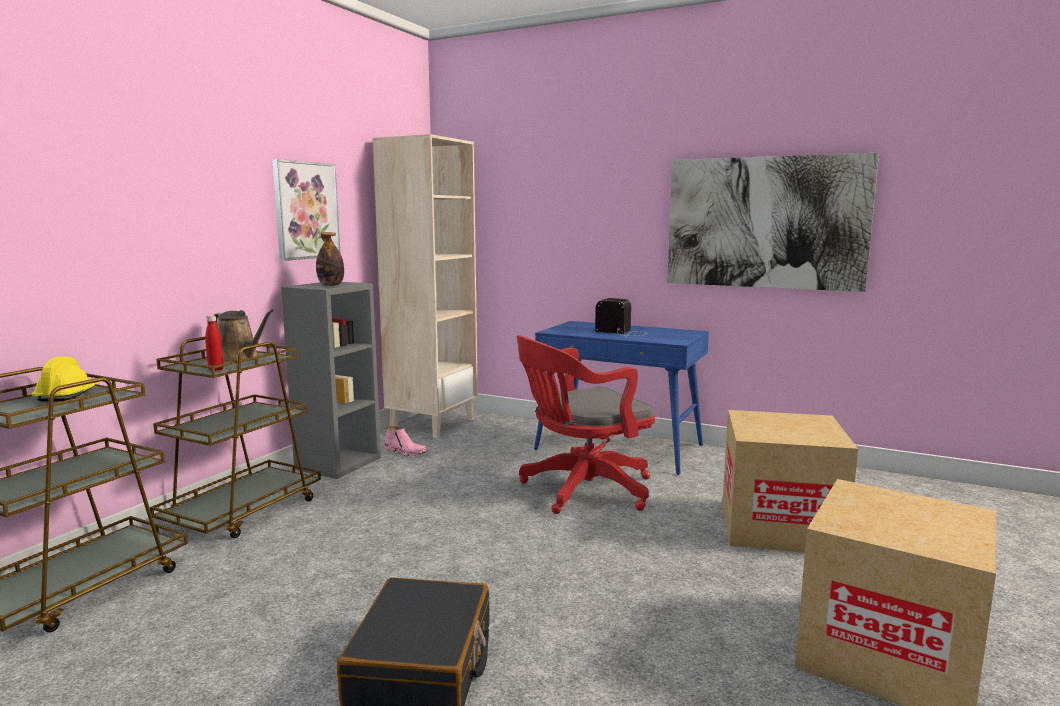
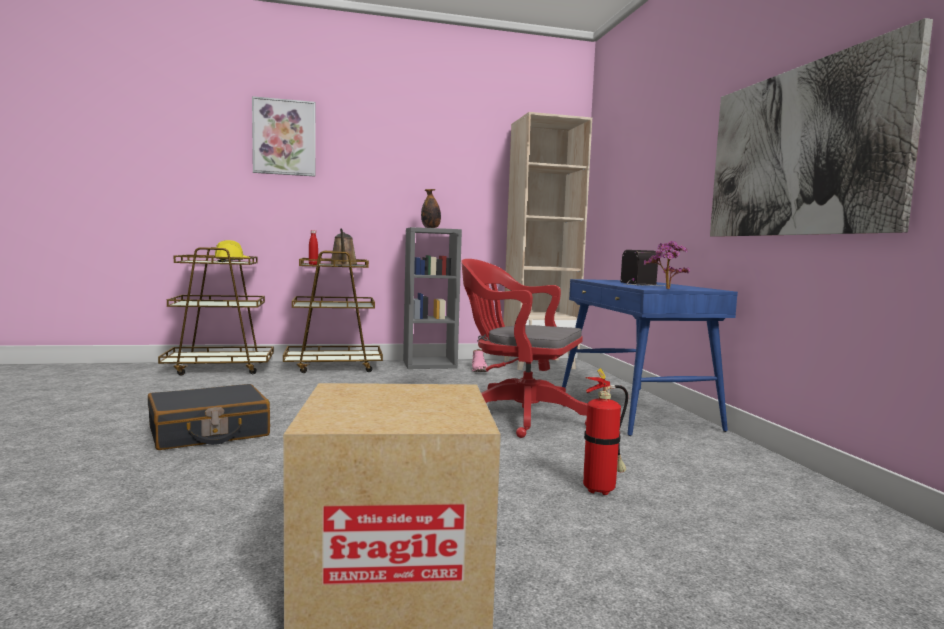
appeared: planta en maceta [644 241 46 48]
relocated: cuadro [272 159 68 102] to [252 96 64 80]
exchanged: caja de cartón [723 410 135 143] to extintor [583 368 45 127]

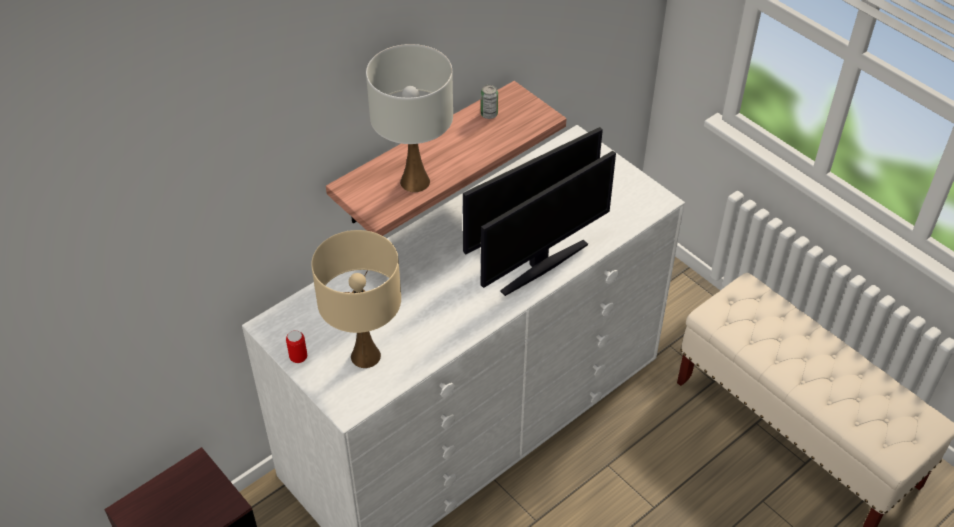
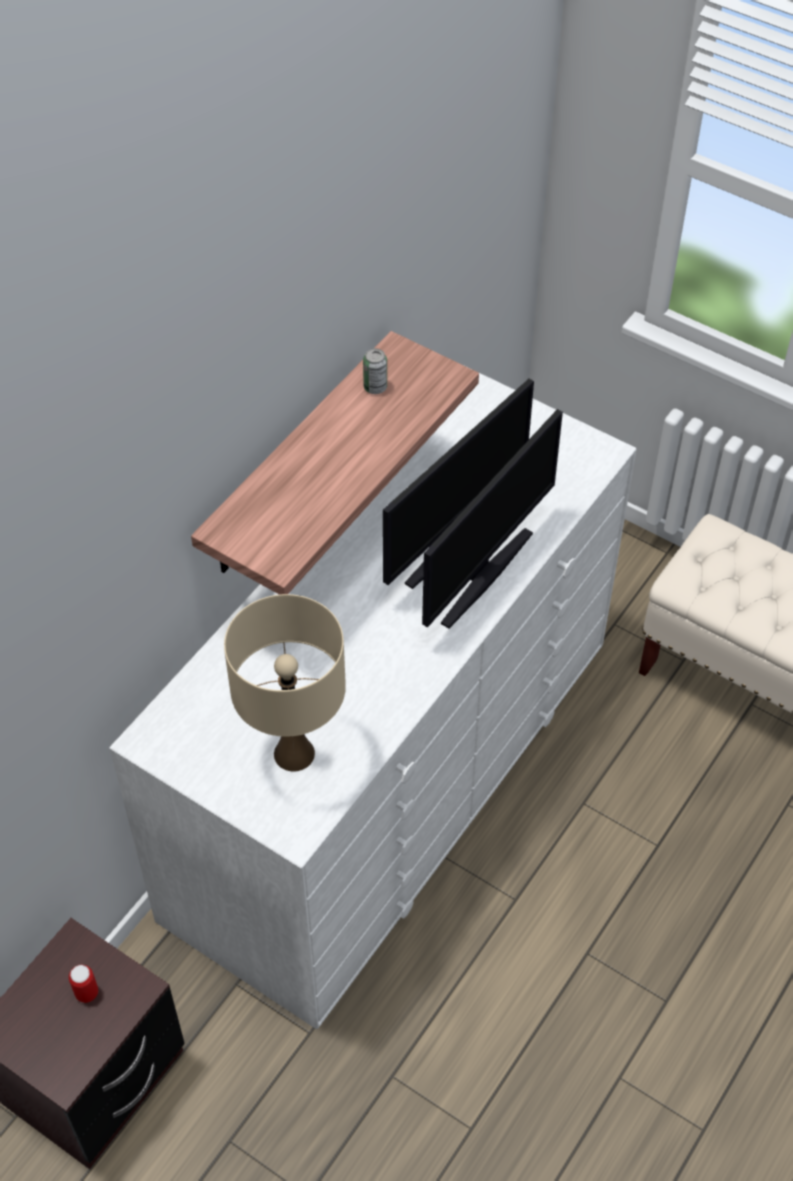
missing: lámpara de mesa (blanco) [366 44 87 148]
relocated: lata [286 330 21 33] to [69 965 29 38]

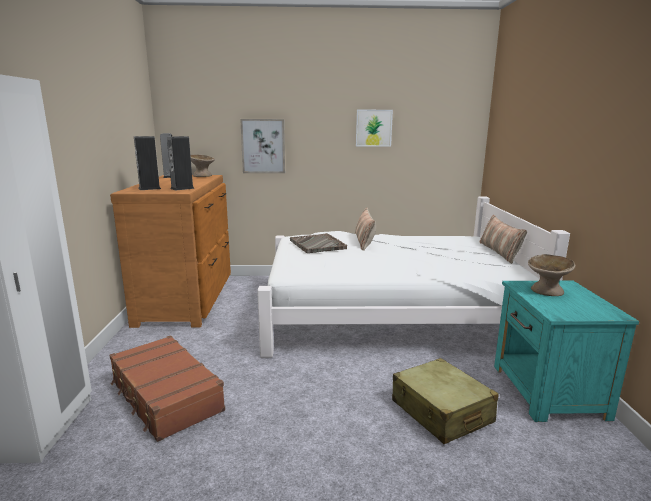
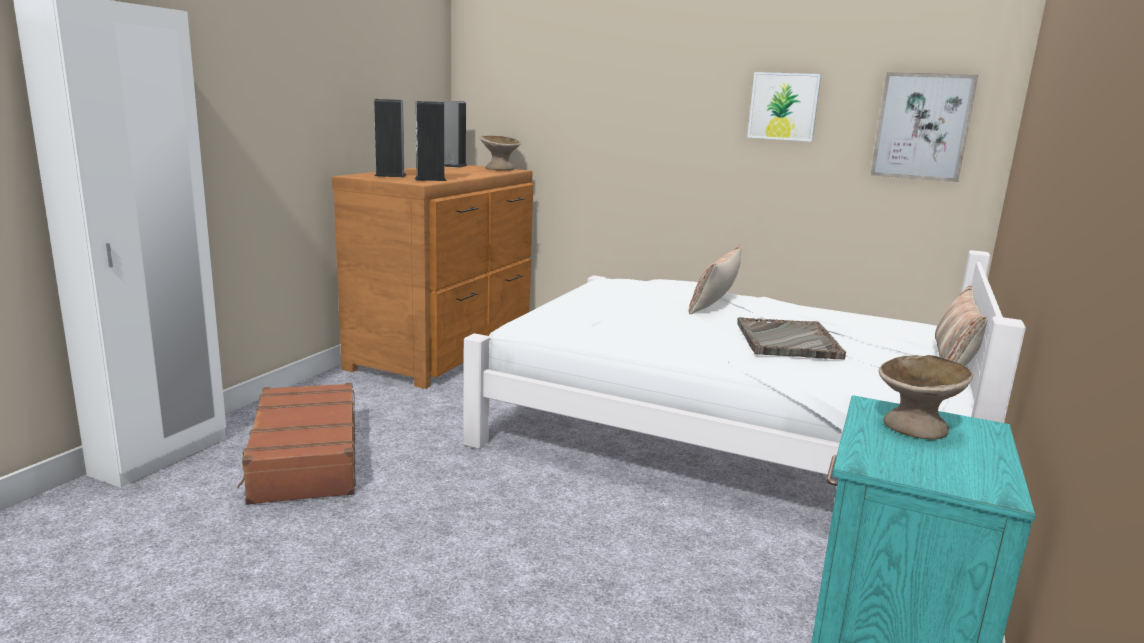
missing: maleta (beis) [392 358 106 86]
relocated: cuadro [240 119 45 54] to [871 72 107 110]; bandeja (gris) [290 233 57 20] to [737 317 109 43]

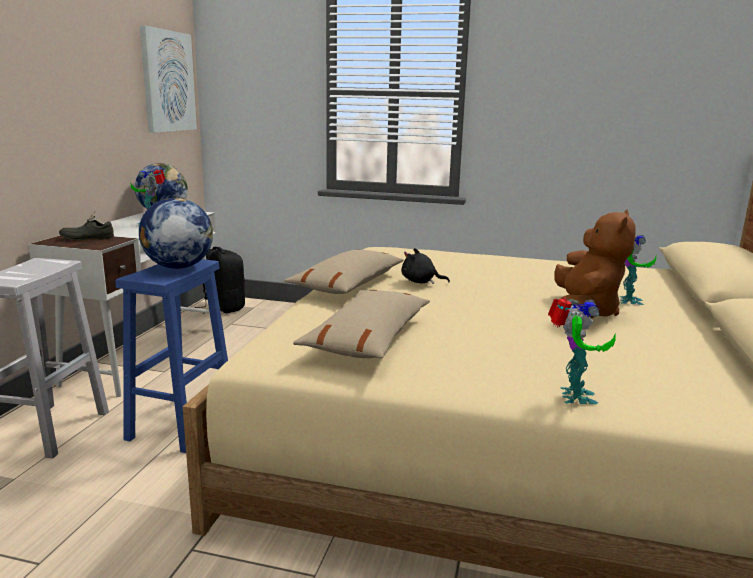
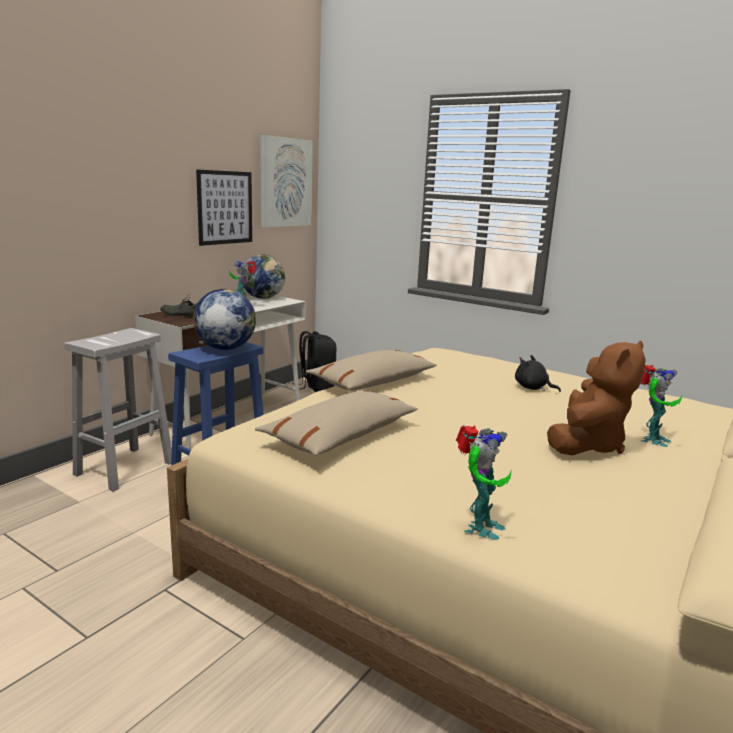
appeared: cuadro [196 170 56 76]
relocated: peluche (negro) [401 248 49 36] to [515 355 46 37]

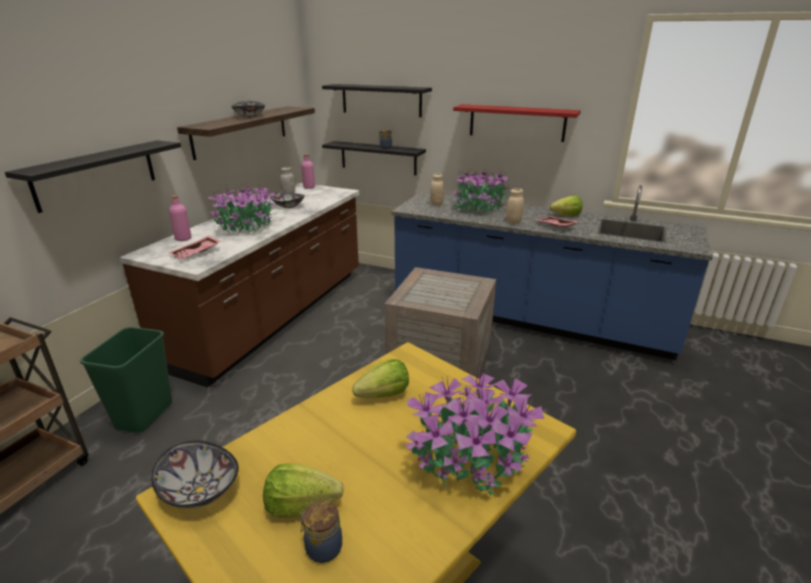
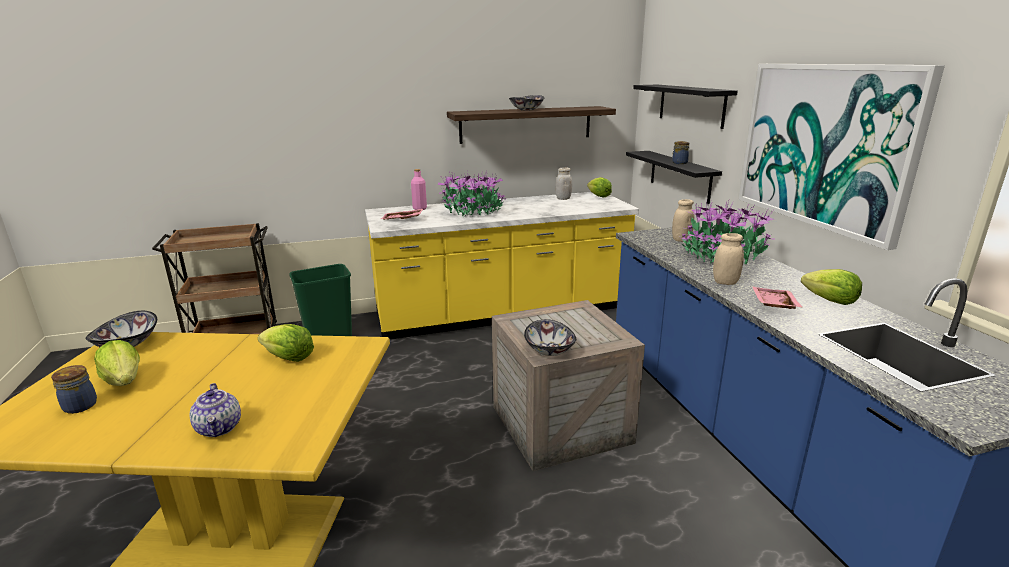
missing: estante (negro) [5 140 176 73]
relocated: cuenco [270 191 35 17] to [524 319 52 37]
exchanged: estante (rojo) [453 104 128 38] to cuadro [739 64 206 186]; botella (rosa) [301 154 14 35] to lechuga [587 177 25 20]; planta en maceta [405 370 139 125] to tetera [190 383 51 54]
colour: mueble bajo de cocina (marrón) [120 183 240 205] to mueble bajo de cocina (amarillo) [365 192 274 147]

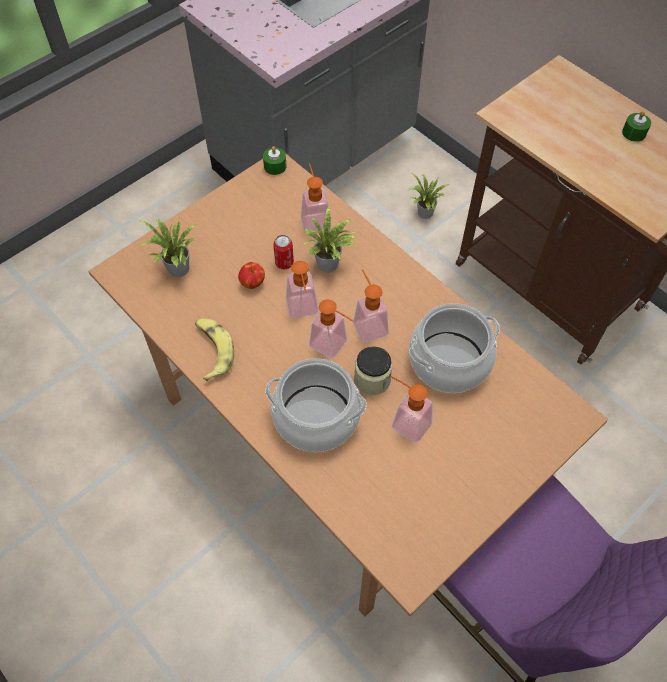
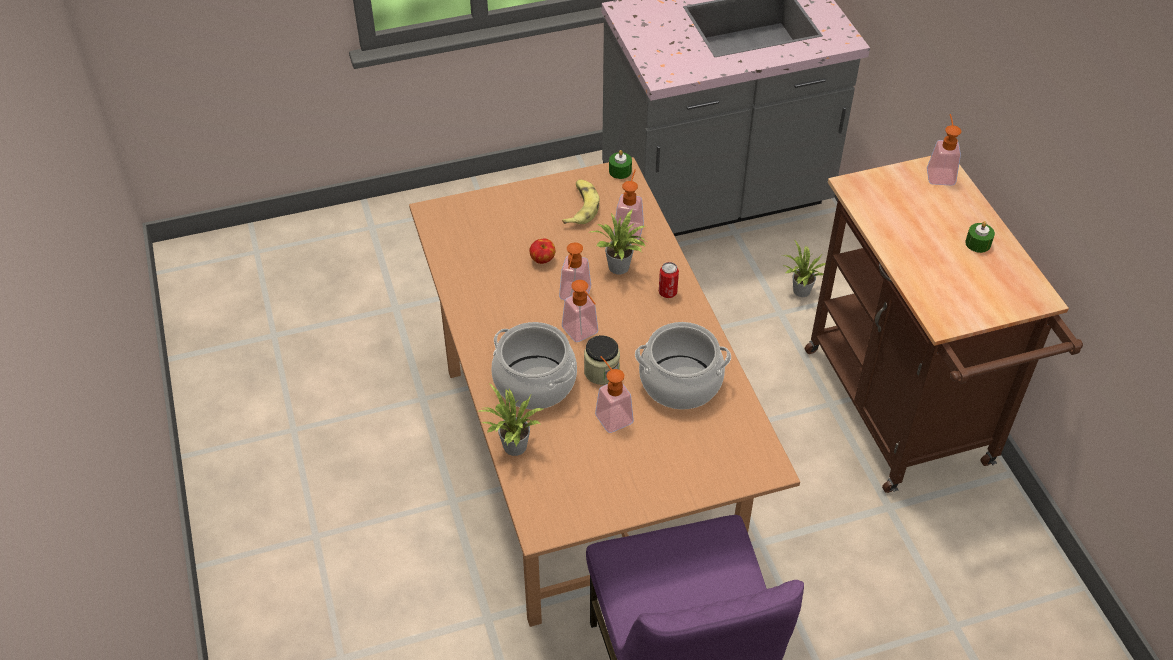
relocated: planta en maceta [139 217 57 60] to [479 383 64 73]; lata [273 235 21 34] to [659 262 20 36]; dispensador de jabón [353 269 36 74] to [927 114 34 72]; plátano [195 318 39 63] to [562 179 37 45]

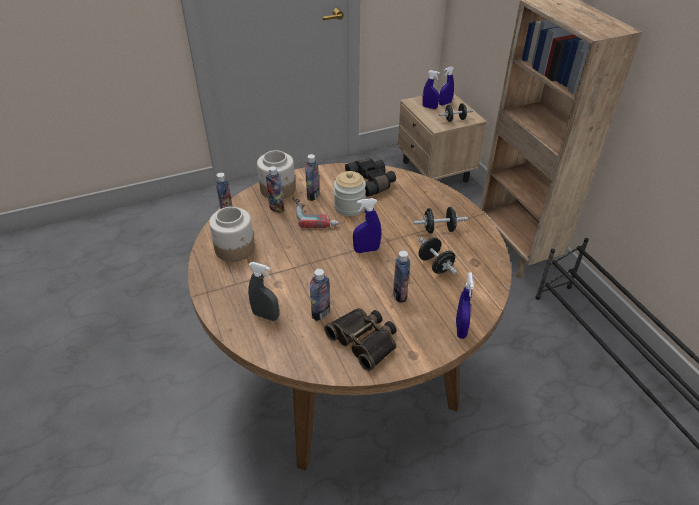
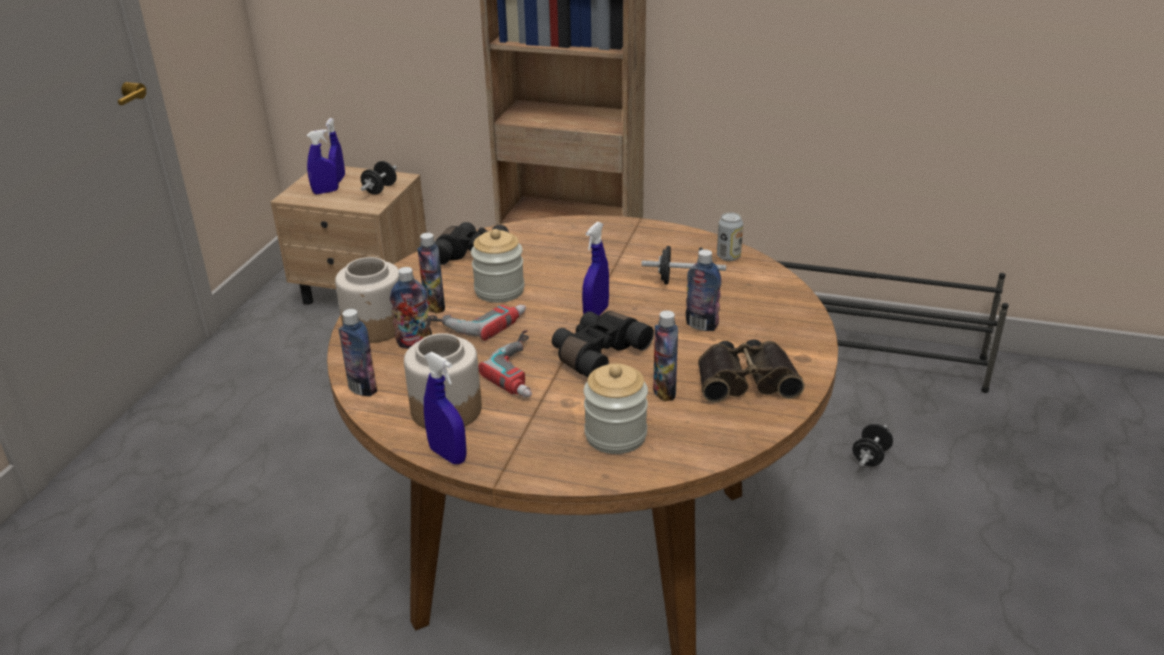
appeared: lata [717 212 26 49]; prismáticos (negro) [552 311 102 66]; taladro [478 330 54 68]
relocated: mancuerna (negro) [413 207 55 27] to [853 424 40 42]; pulverizador (azul) [456 272 18 67] to [424 352 43 112]
exchanged: pulverizador (gris) [248 262 31 59] to tarro [584 364 64 90]

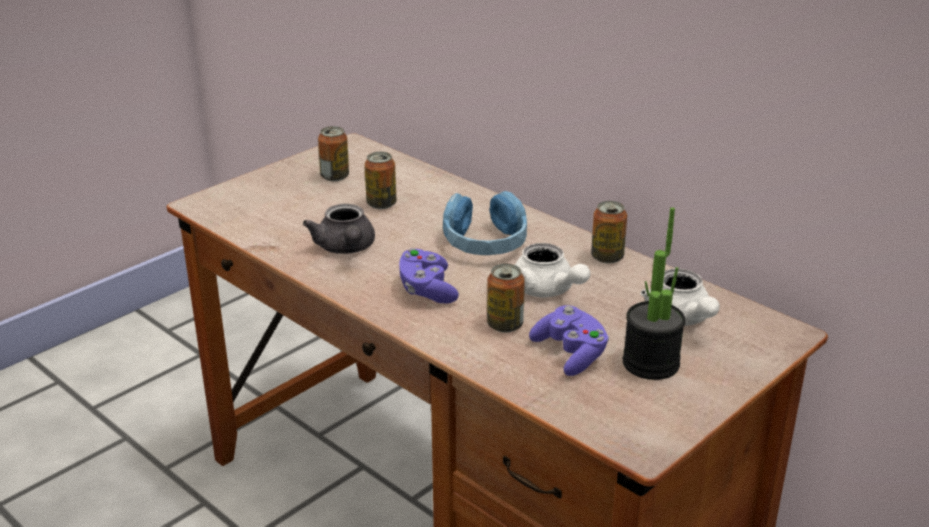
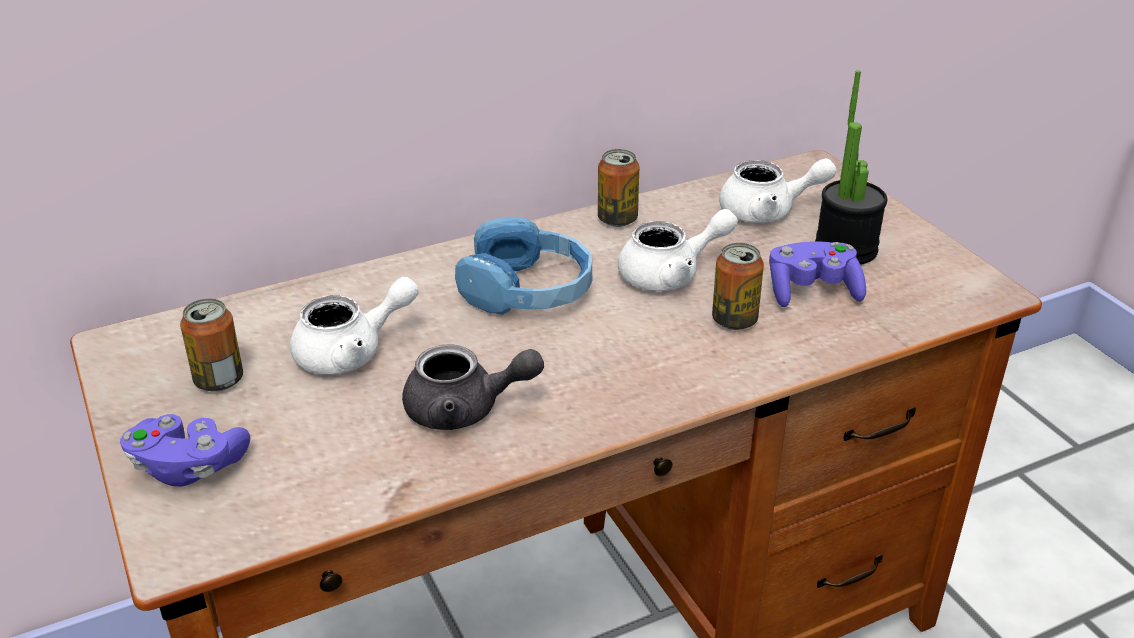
relocated: mando de consola (morado) [399 248 60 55] to [120 414 130 73]
exchanged: lata [364 152 32 57] to tetera (blanco) [290 277 129 98]

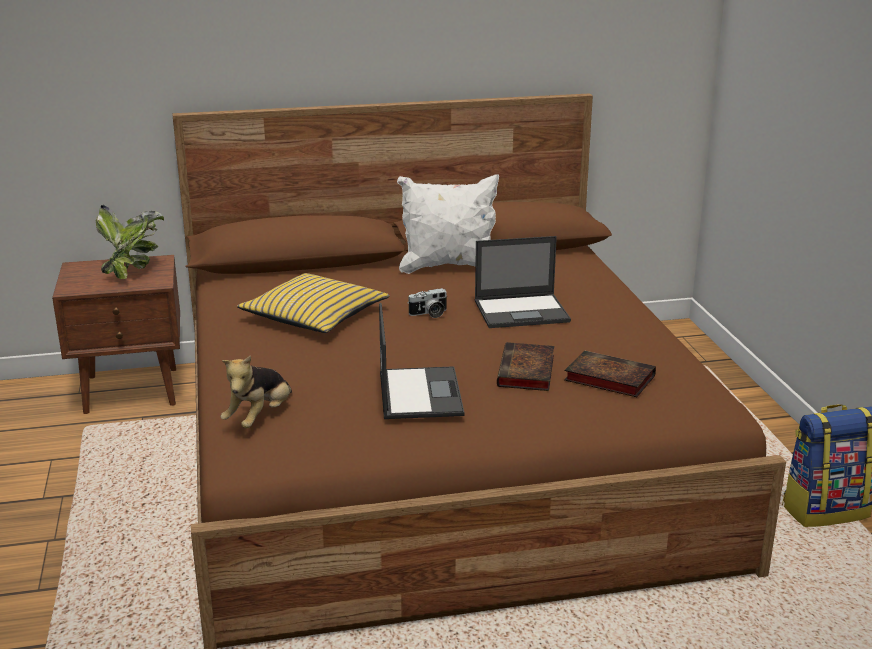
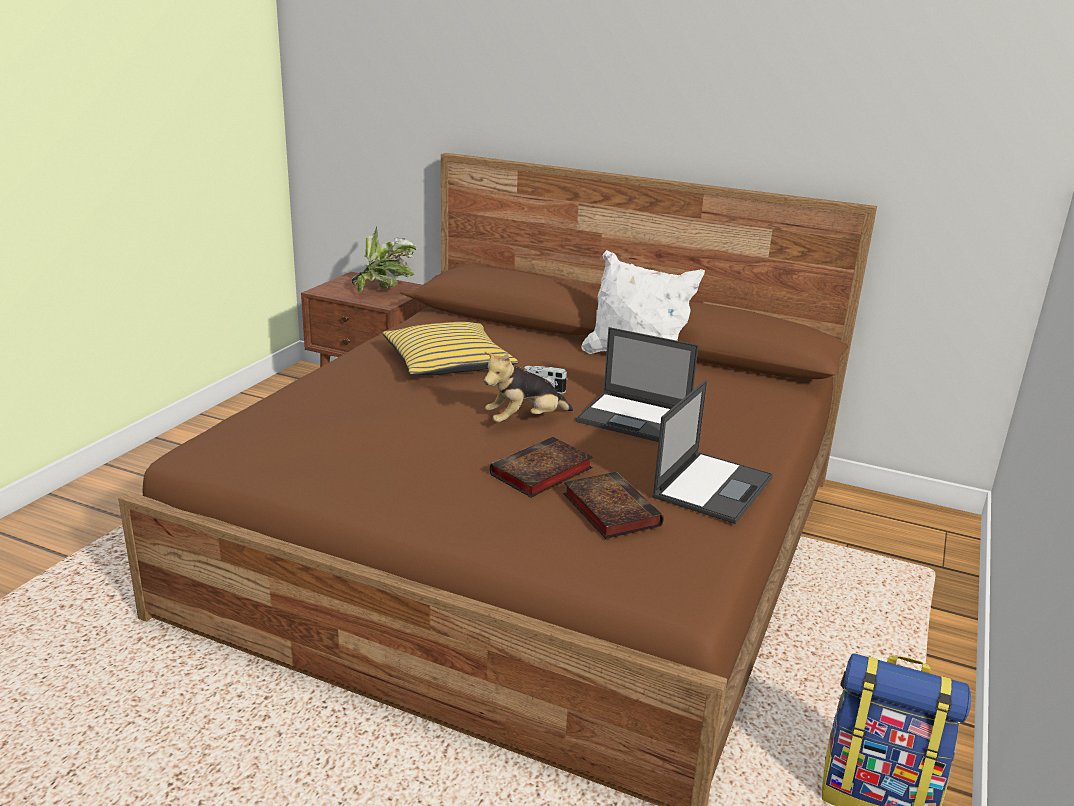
relocated: portátil [379 303 85 116] to [652 380 121 144]; peluche [221 355 71 73] to [484 352 89 71]

